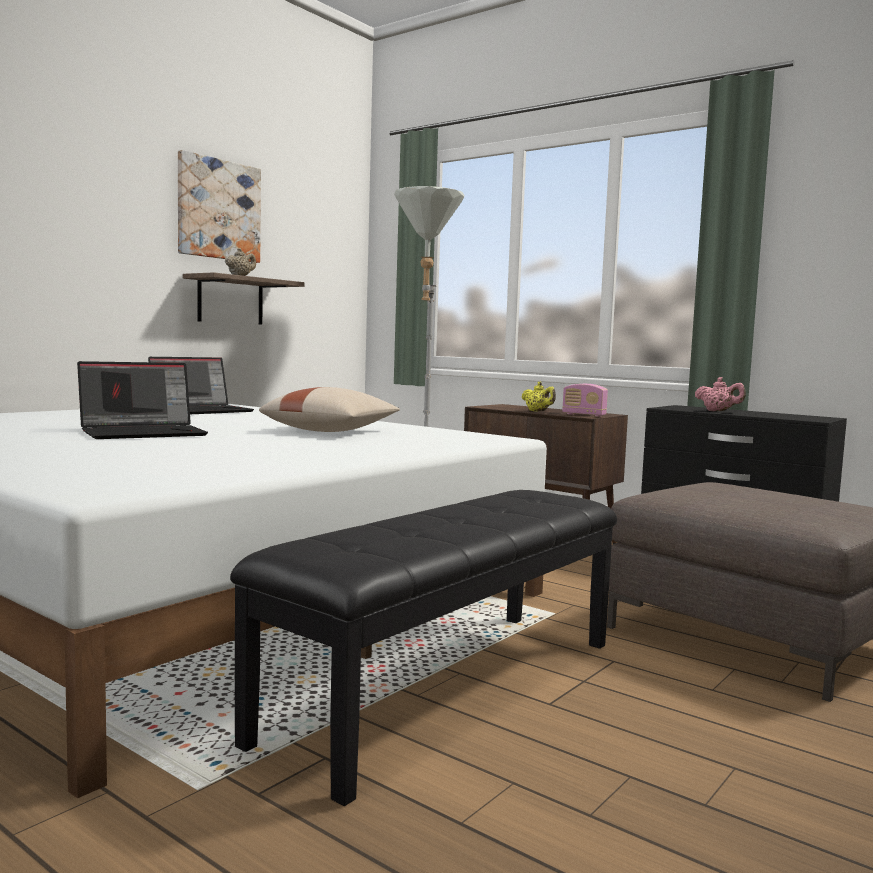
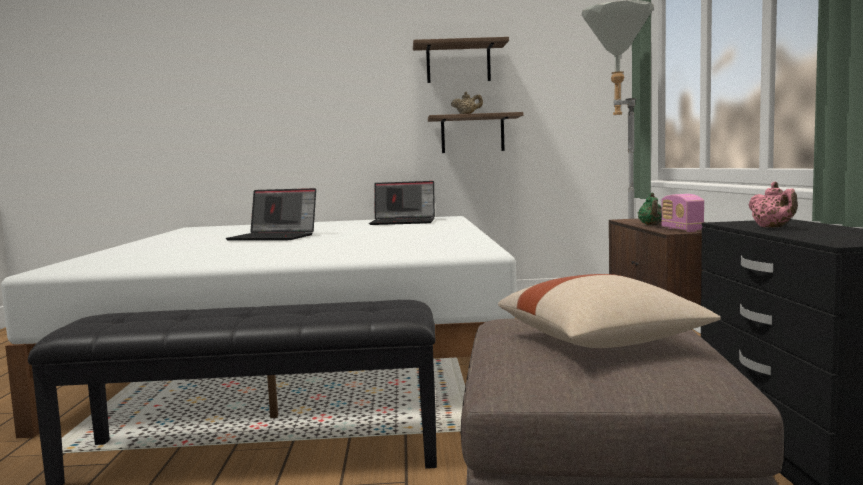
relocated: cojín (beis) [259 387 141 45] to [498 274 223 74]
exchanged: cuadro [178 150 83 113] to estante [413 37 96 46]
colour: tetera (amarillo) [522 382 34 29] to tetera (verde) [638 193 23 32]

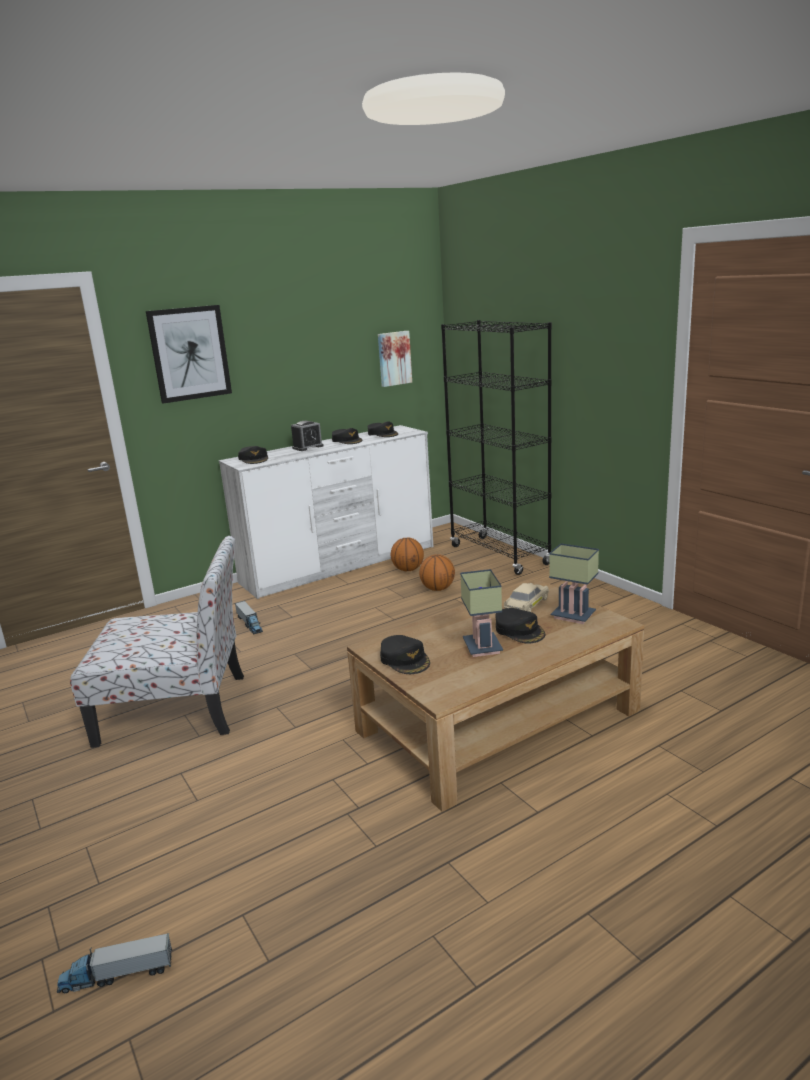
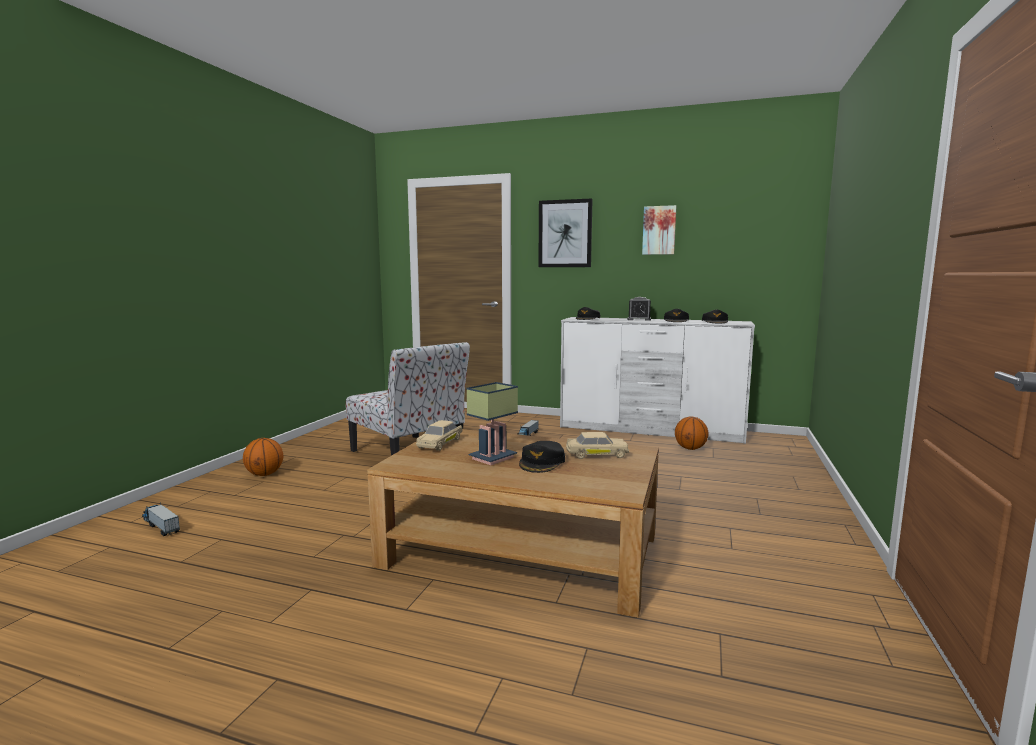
missing: estantería (negro) [441 320 111 255]; lámpara de mesa [549 543 50 81]
relocated: cuadro [378 331 34 56] to [642 205 34 50]; balón de baloncesto [419 554 36 37] to [243 438 40 38]
exchanged: gorra (negro) [380 635 50 39] to coche de juguete (beis) [416 420 47 31]

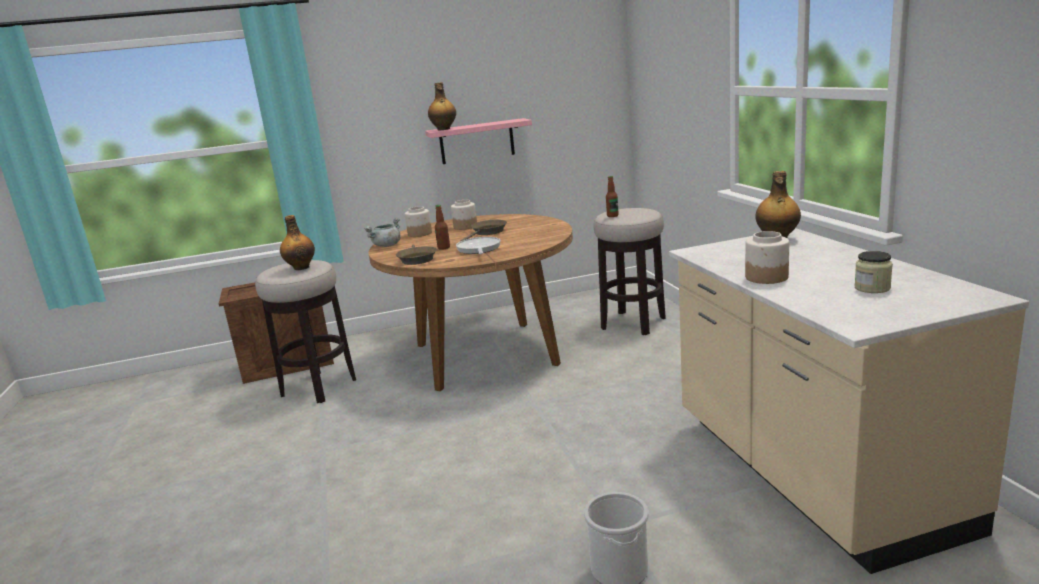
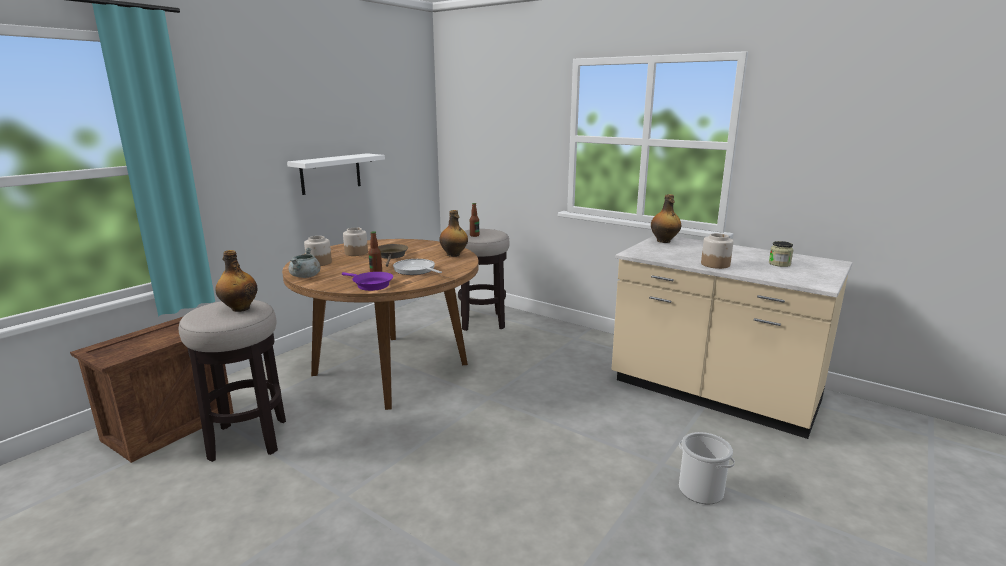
relocated: botella [428 82 28 48] to [439 210 29 47]
colour: estante (rosa) [425 118 107 46] to estante (blanco) [287 153 98 42]; sartén (marrón) [396 245 41 20] to sartén (morado) [342 272 51 19]

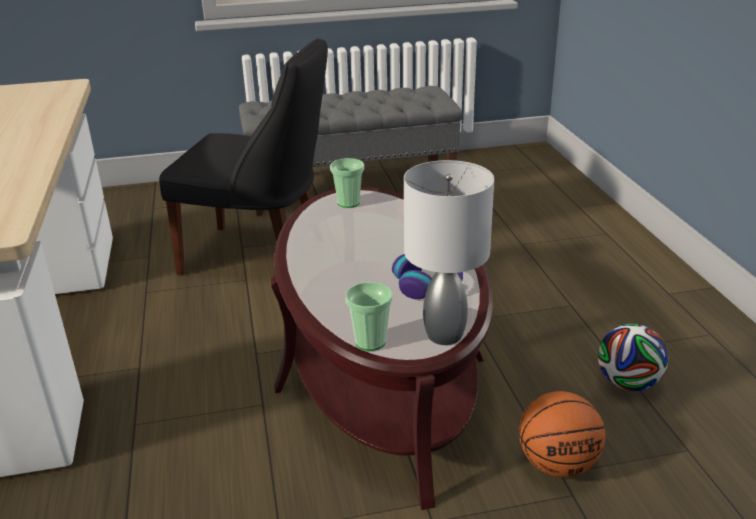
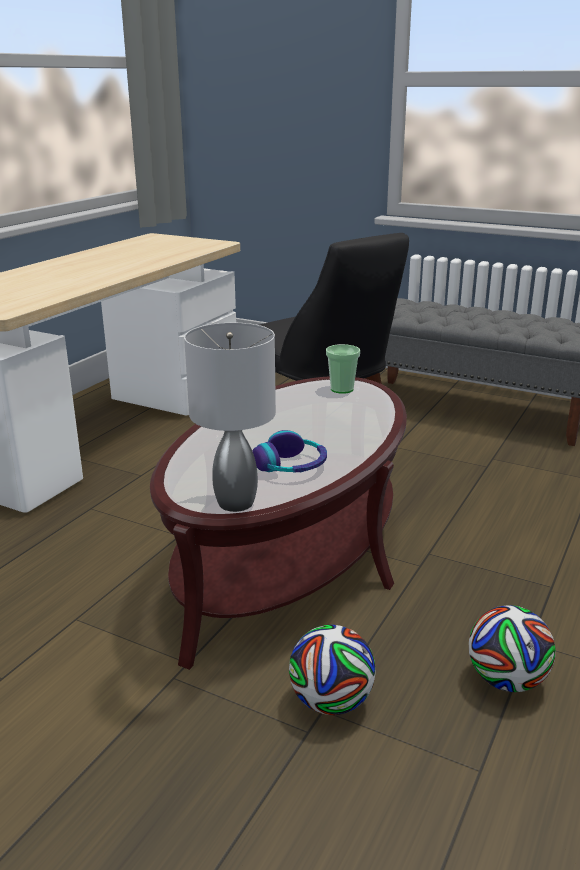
missing: taza [345 282 48 69]
exchanged: balón de baloncesto [519 391 86 86] to balón de fútbol [289 625 87 90]

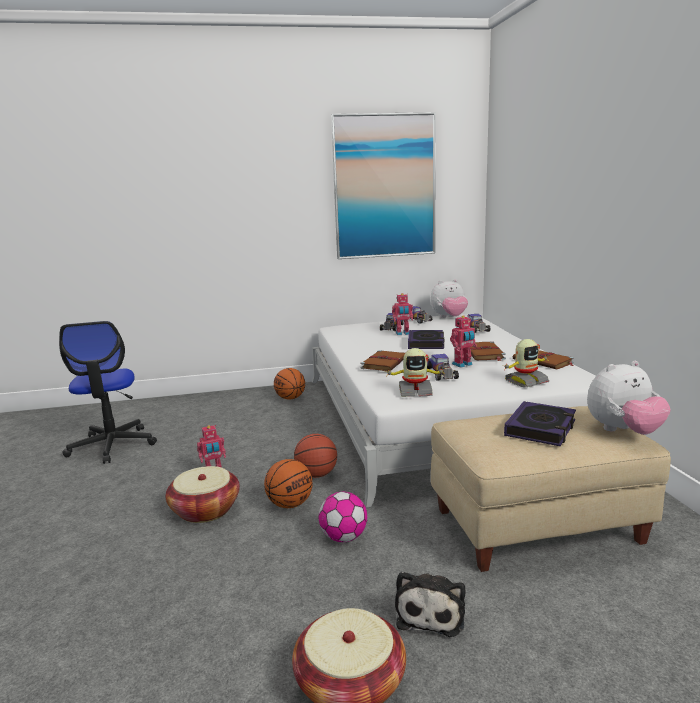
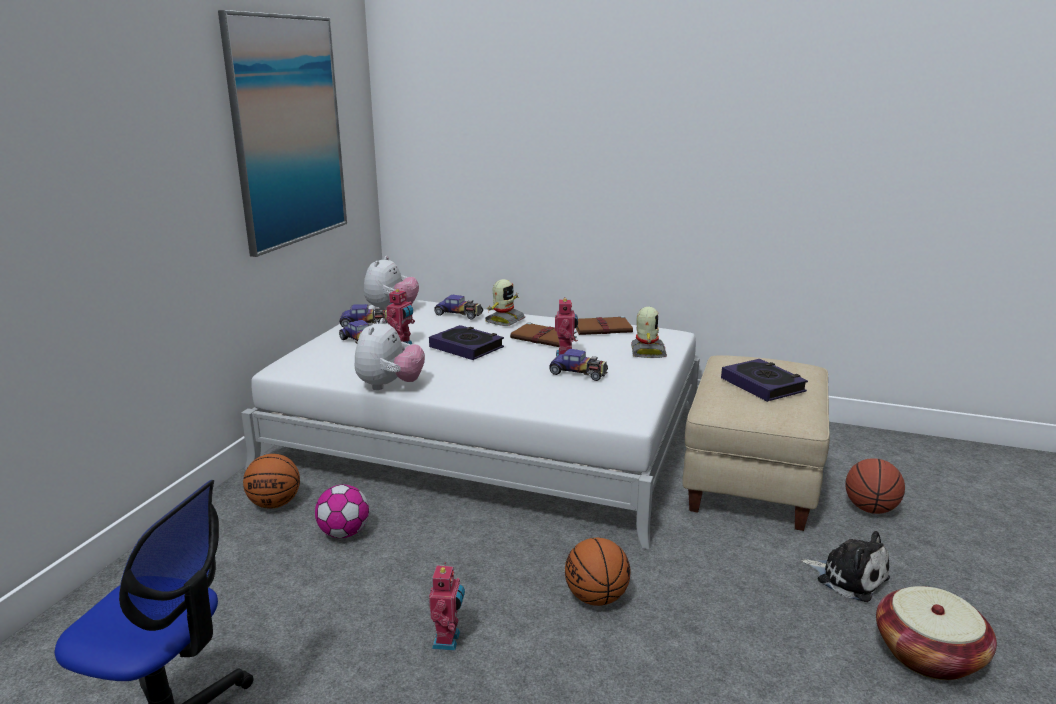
missing: libro (marrón) [360 350 45 21]; cesta [165 466 75 57]
relocated: robot de juguete [385 348 60 49] to [485 279 40 47]; peluche [587 361 84 74] to [355 318 70 72]; balón de baloncesto [294 434 43 44] to [845 458 60 56]; balón de fútbol [319 492 48 50] to [315 484 54 54]

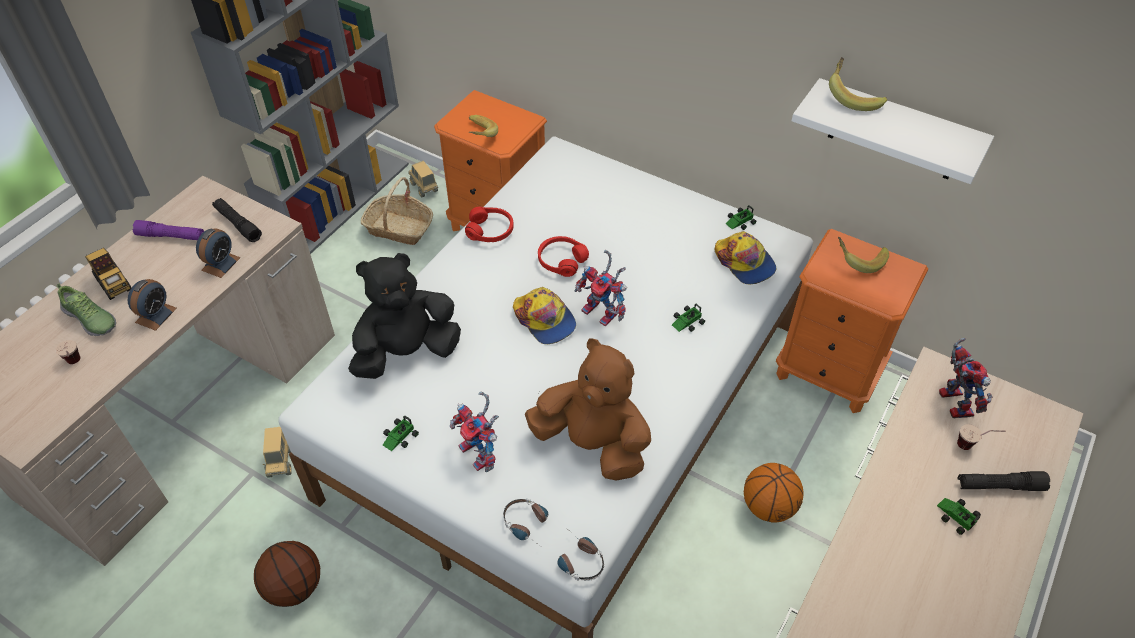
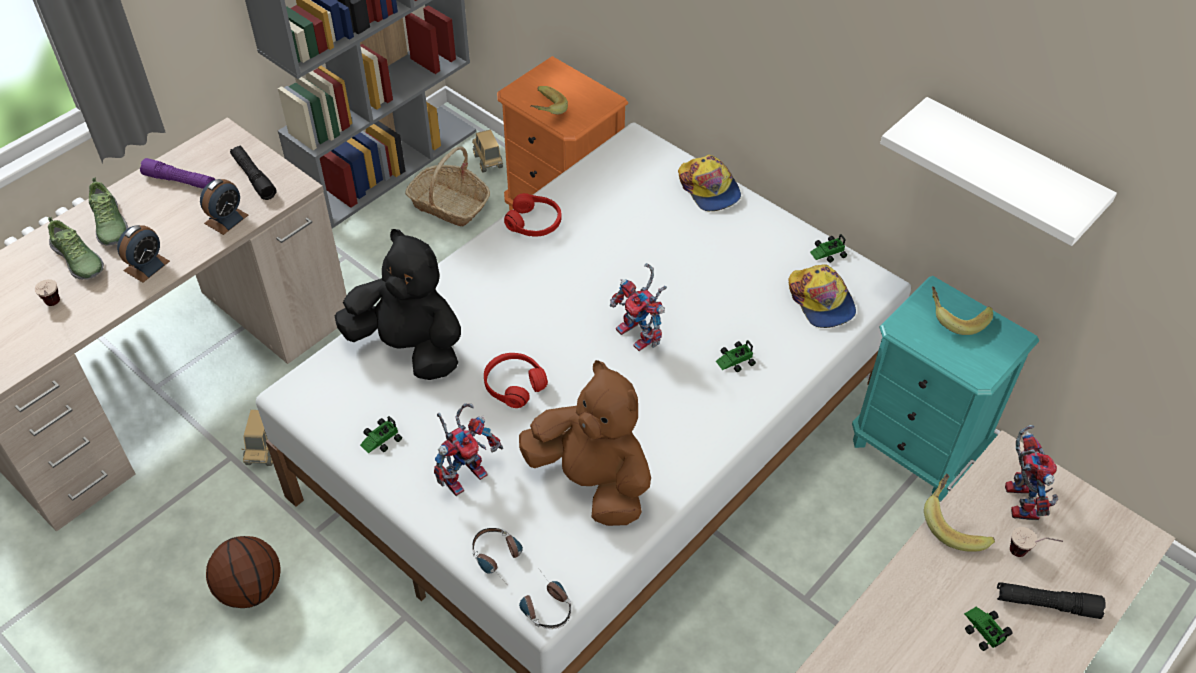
missing: balón de baloncesto [744 463 60 60]
relocated: plátano [829 57 58 54] to [924 473 71 79]; auriculares (rojo) [538 236 51 41] to [484 353 64 55]; gorra [513 287 63 57] to [678 154 63 57]
exchanged: camión de juguete [85 248 47 52] to zapato [89 178 39 68]
colour: mesita de noche (naranja) [776 229 152 184] to mesita de noche (turquesa) [852 276 187 225]
spun: peluche (negro) [348 253 113 126] = [335 229 126 151] 45 degrees clockwise; robot de juguete [450 391 49 82] = [434 403 69 93] 105 degrees counterclockwise

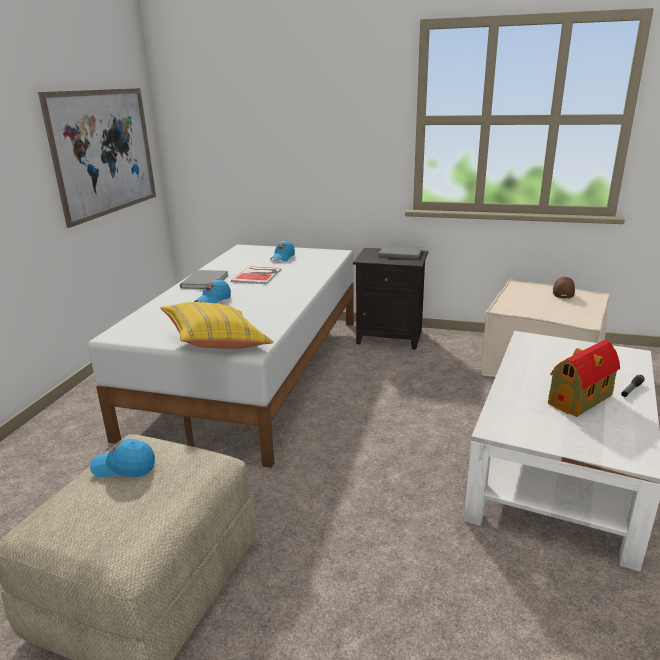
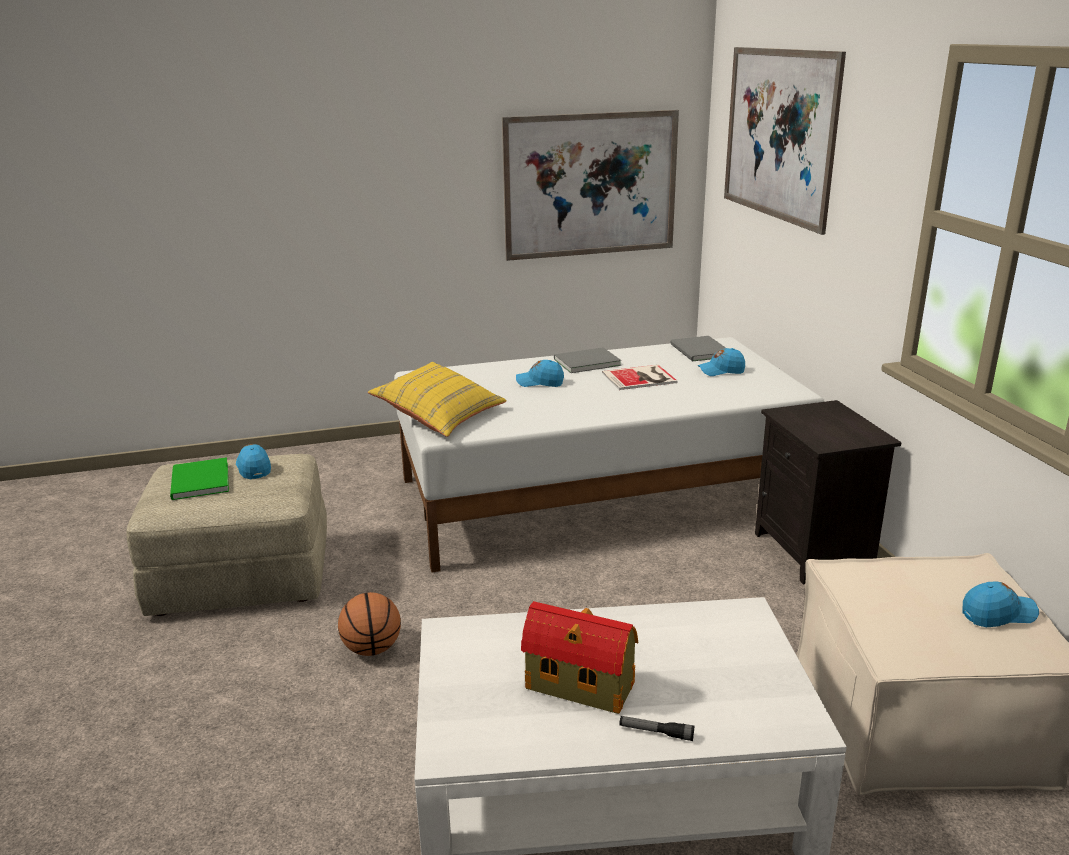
appeared: cuadro [724 47 122 188]; libro (verde) [170 457 59 43]; balón de baloncesto [338 592 63 64]
relocated: libro (gris) [378 245 44 14] to [670 336 56 25]
colour: gorra (marrón) [553 277 22 22] to gorra (azul) [962 582 77 45]

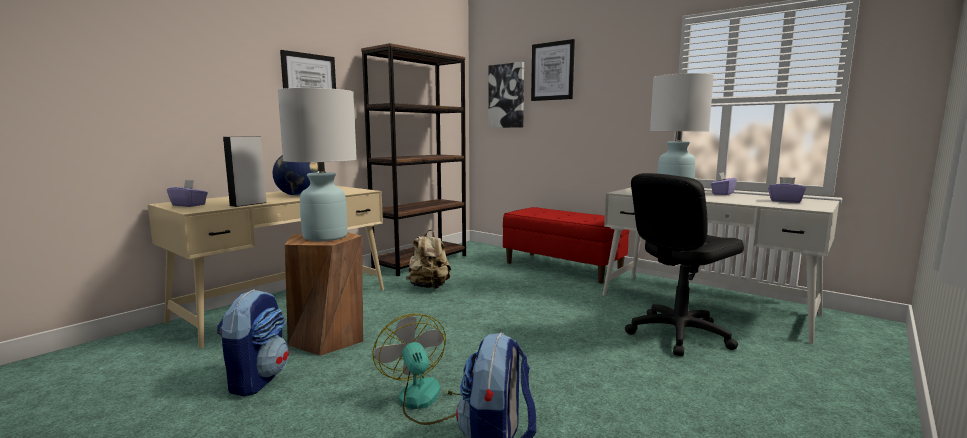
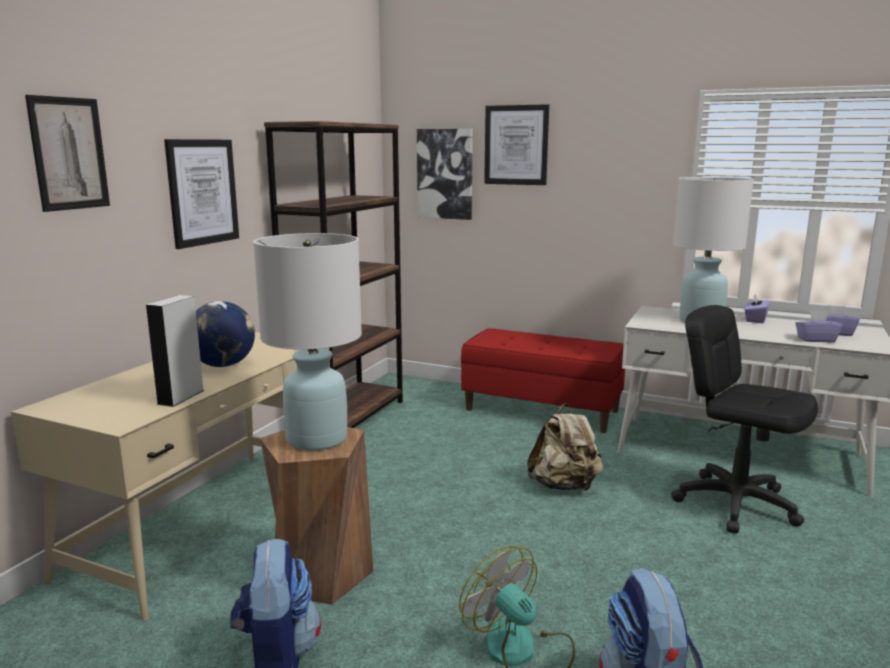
appeared: cuadro [25 95 85 117]
relocated: caja de pañuelos (morado) [167 180 41 27] to [795 311 48 31]; mochila (beis) [406 230 45 59] to [527 403 76 88]
spun: silla de oficina (negro) [625 173 119 183] = [671 305 147 228] 90 degrees clockwise

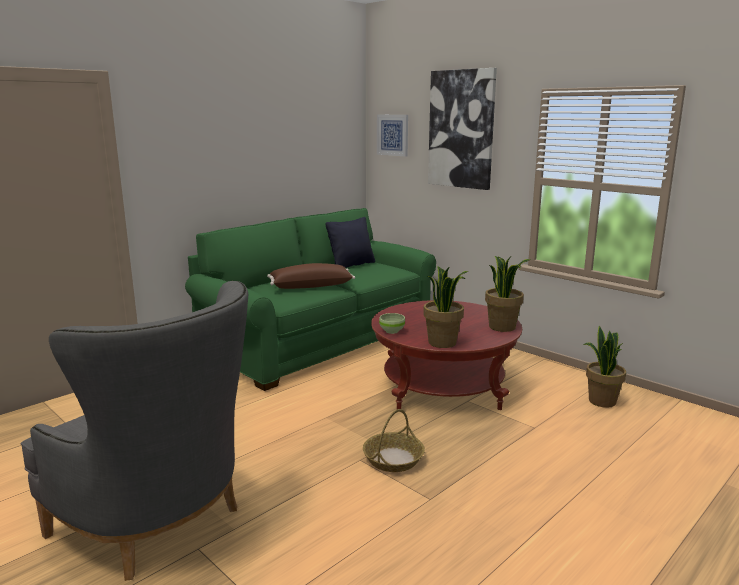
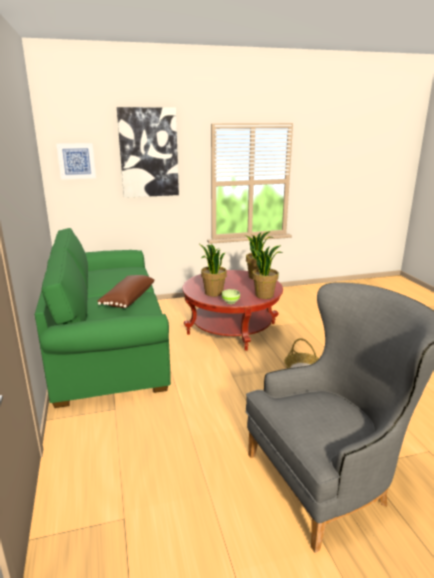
missing: cojín (negro) [326 217 49 51]
relocated: planta en maceta [584 326 42 82] to [200 244 27 53]

